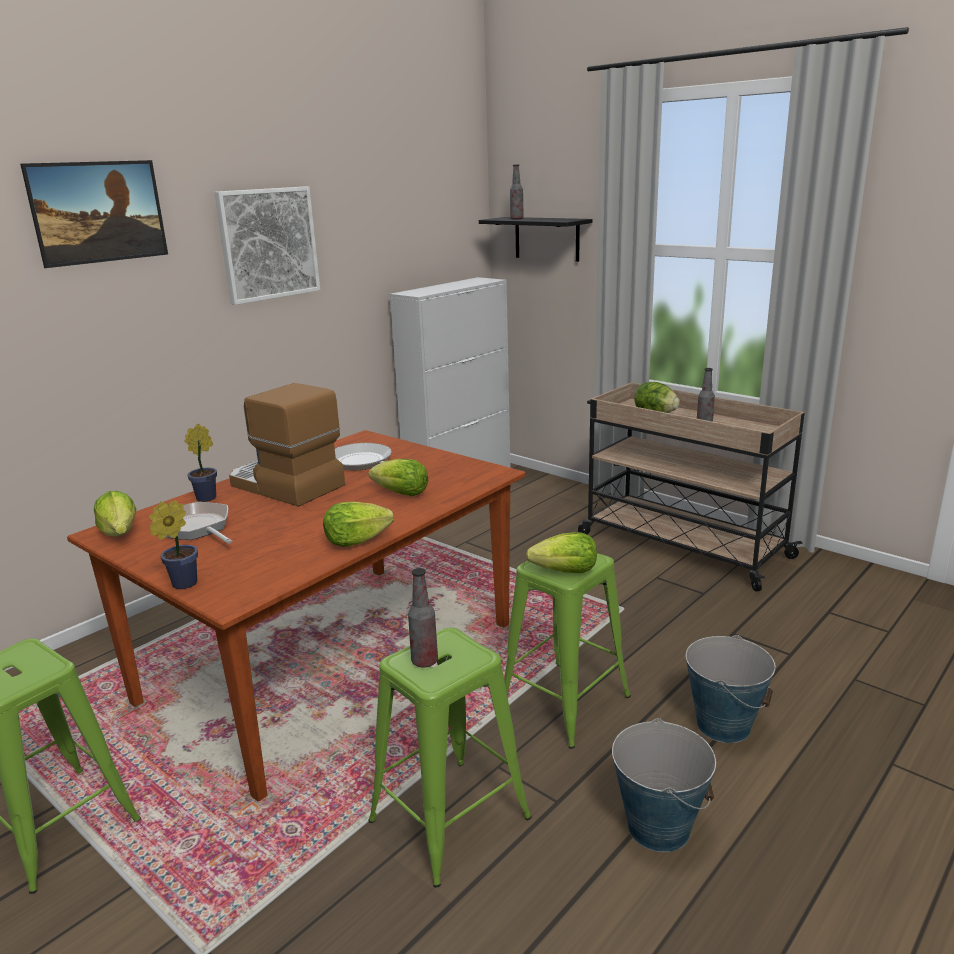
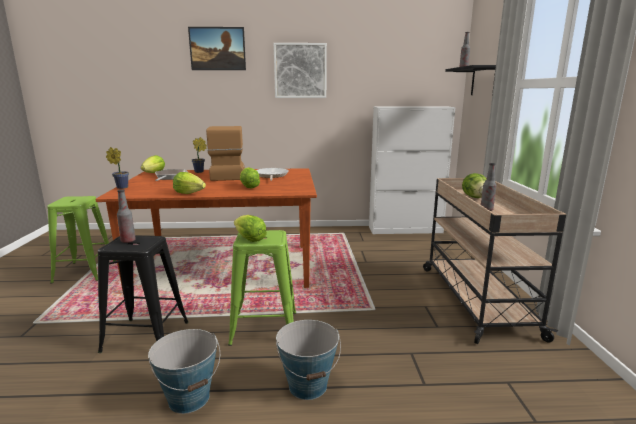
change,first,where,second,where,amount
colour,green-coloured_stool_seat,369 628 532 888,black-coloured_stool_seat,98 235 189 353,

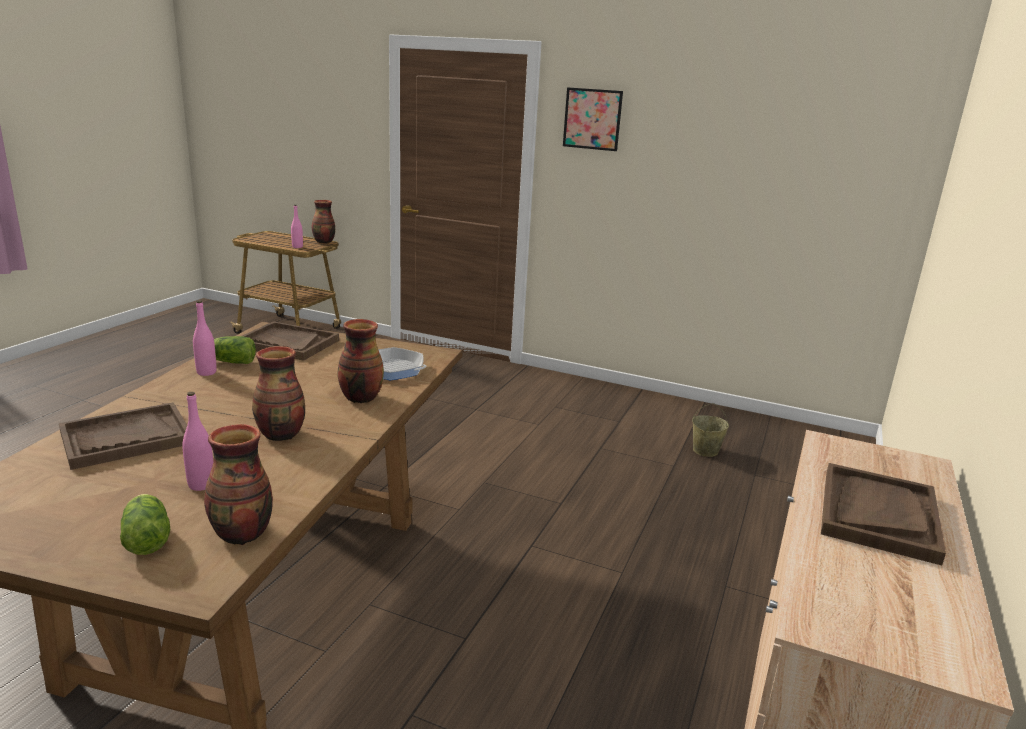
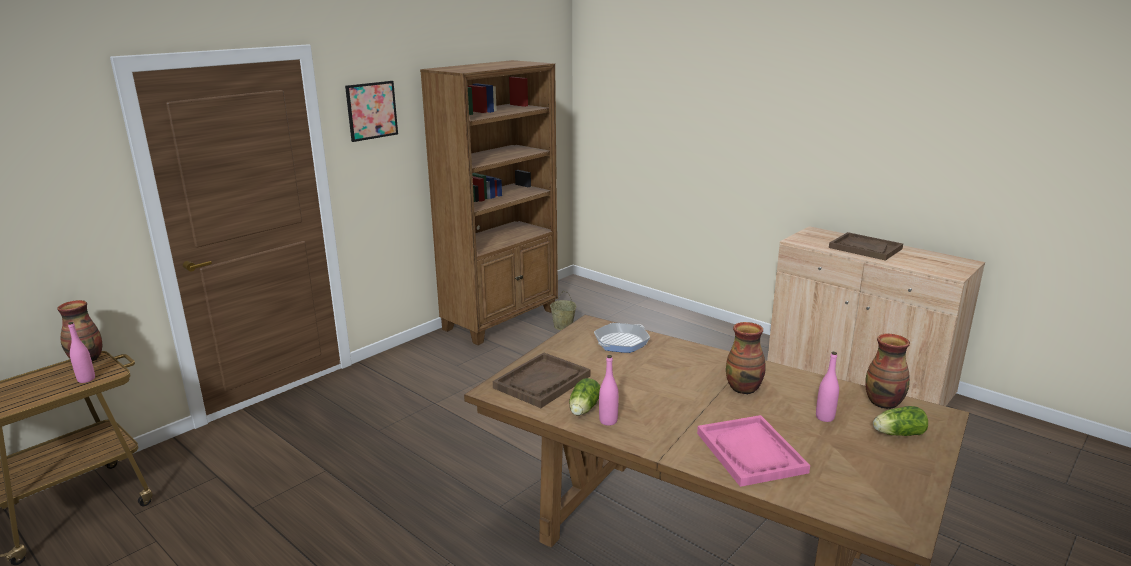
change,first,where,second,where,amount
missing,vase,338 319 384 403,,,
appeared,,,brown-coloured_shelving_unit,420 60 558 345,
colour,brown-coloured_tray,59 402 187 470,pink_tray,697 415 810 487,

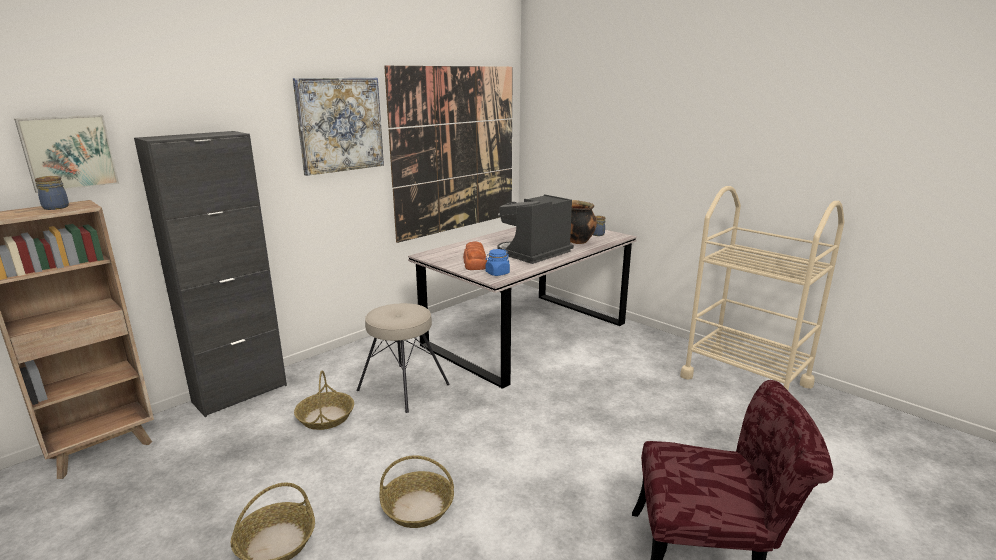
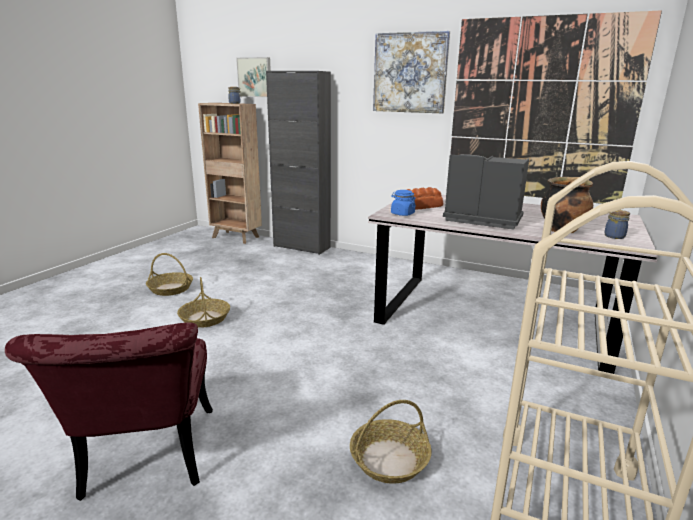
change,first,where,second,where,amount
missing,sand-coloured_stool_seat,356 303 450 413,,,
relocated,household_basket,294 370 354 430,,350 400 432 484,

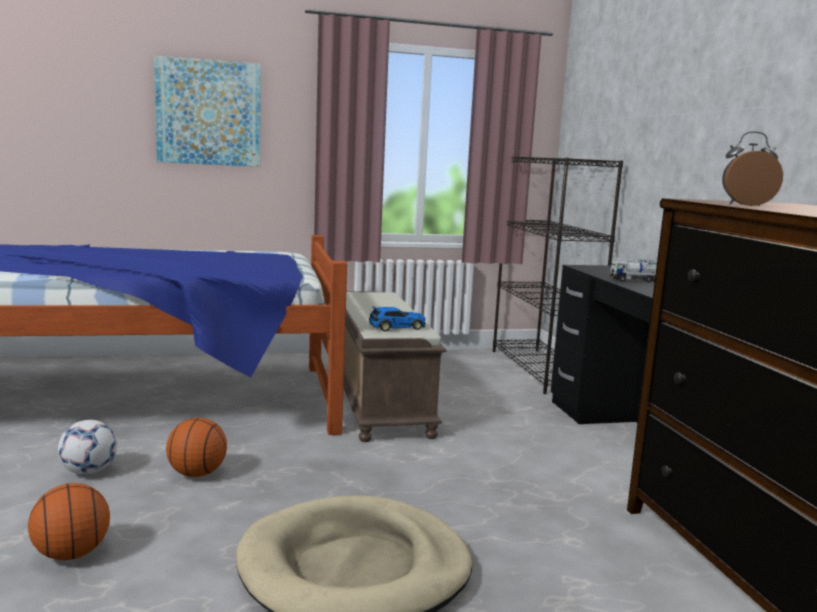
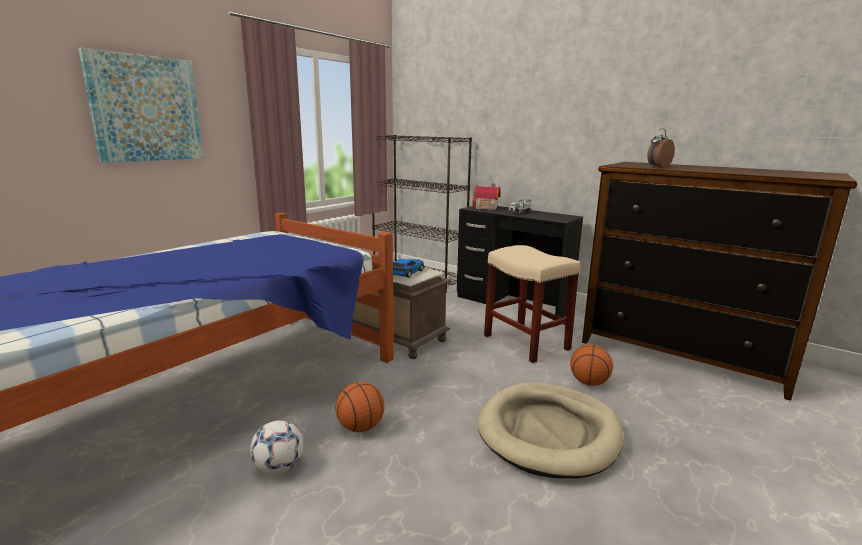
change,first,where,second,where,amount
appeared,,,toy_house,472 184 501 211,
appeared,,,sand-coloured_stool_seat,484 245 580 364,
relocated,ball_for_basketball,28 483 110 560,,570 344 613 386,

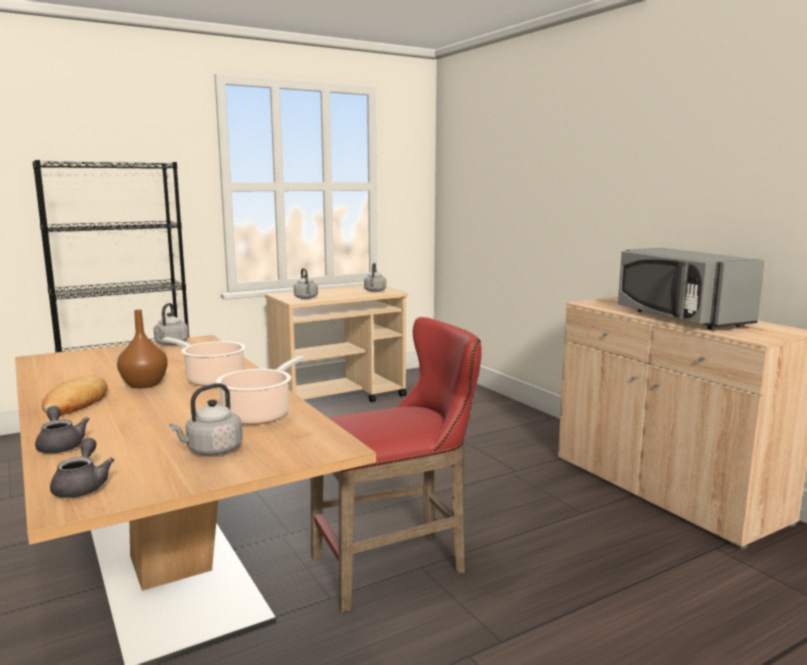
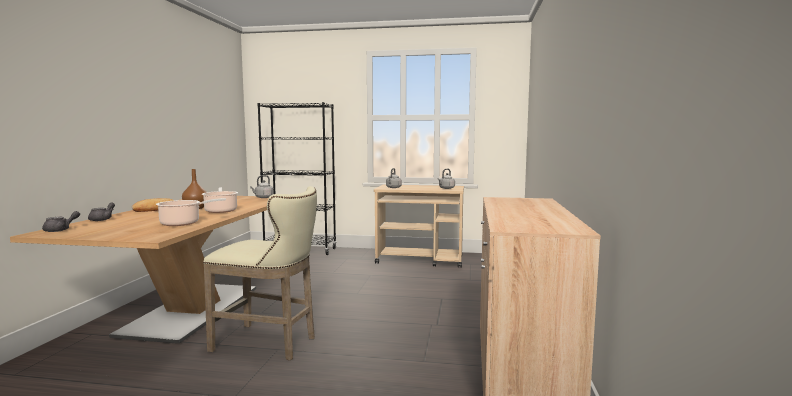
change,first,where,second,where,amount
missing,grey_tea_kettle,169 383 243 455,,,
missing,grey_microwave,618 248 765 330,,,
colour,red-coloured_stool_seat,311 317 482 612,sand-coloured_stool_seat,203 186 317 361,

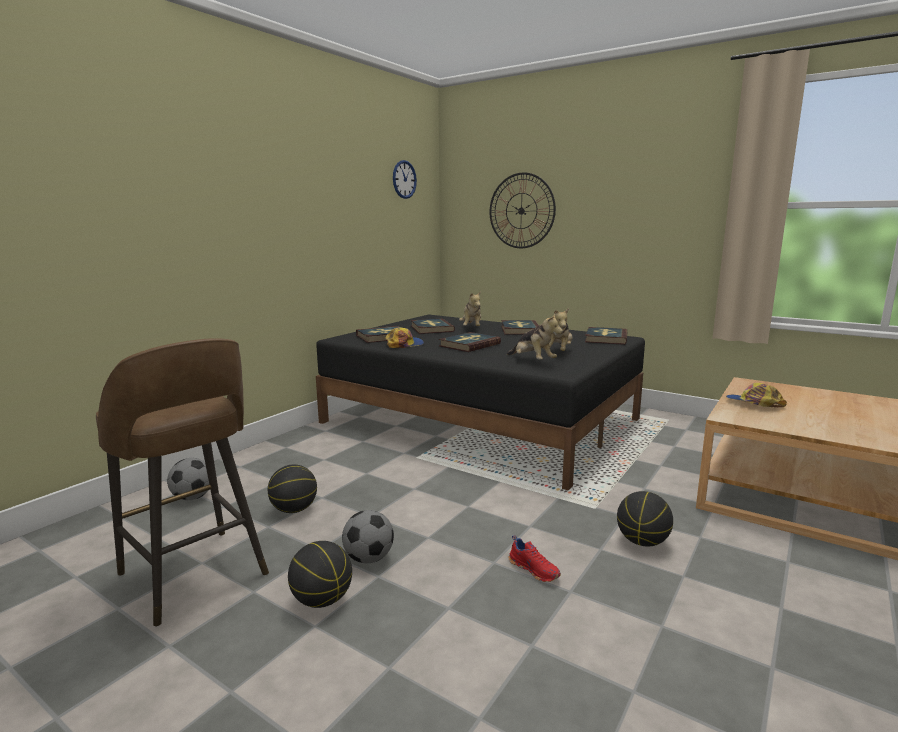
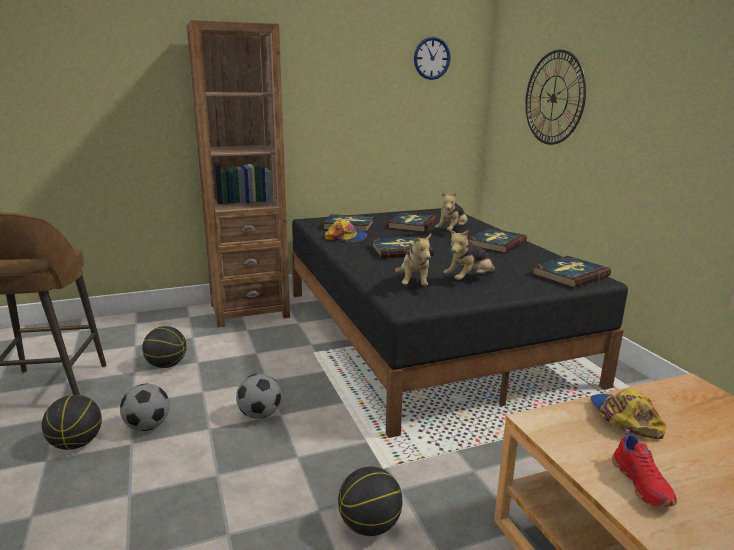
change,first,where,second,where,amount
appeared,,,brown-coloured_shelving_unit,186 20 290 327,
relocated,football_ball,167 458 209 500,,236 374 281 419,
relocated,red-coloured_item_of_footwear,509 535 561 582,,612 429 677 507,

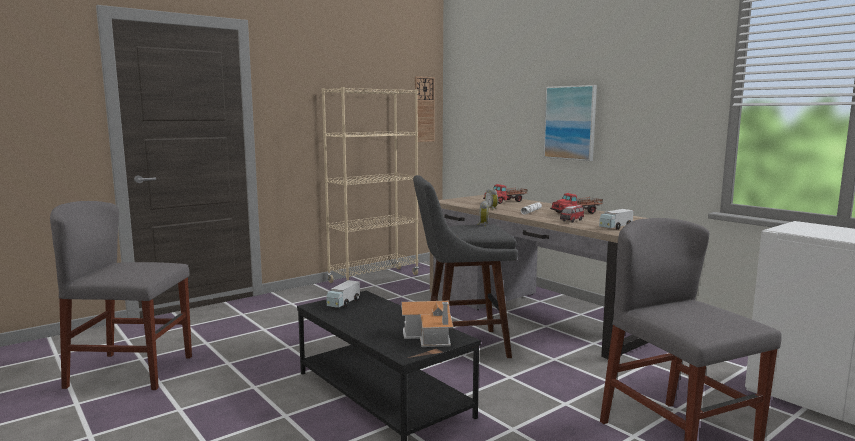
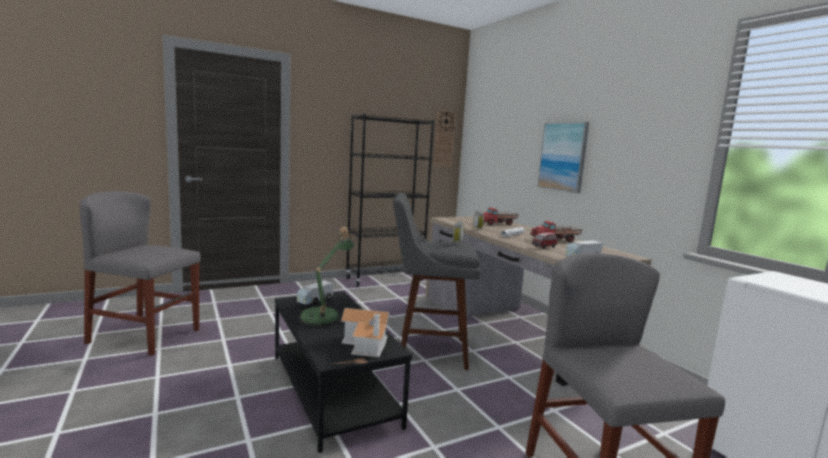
change,first,where,second,where,amount
appeared,,,table_lamp,299 227 354 326,
colour,sand-coloured_shelving_unit,322 87 419 283,black-coloured_shelving_unit,346 114 434 287,

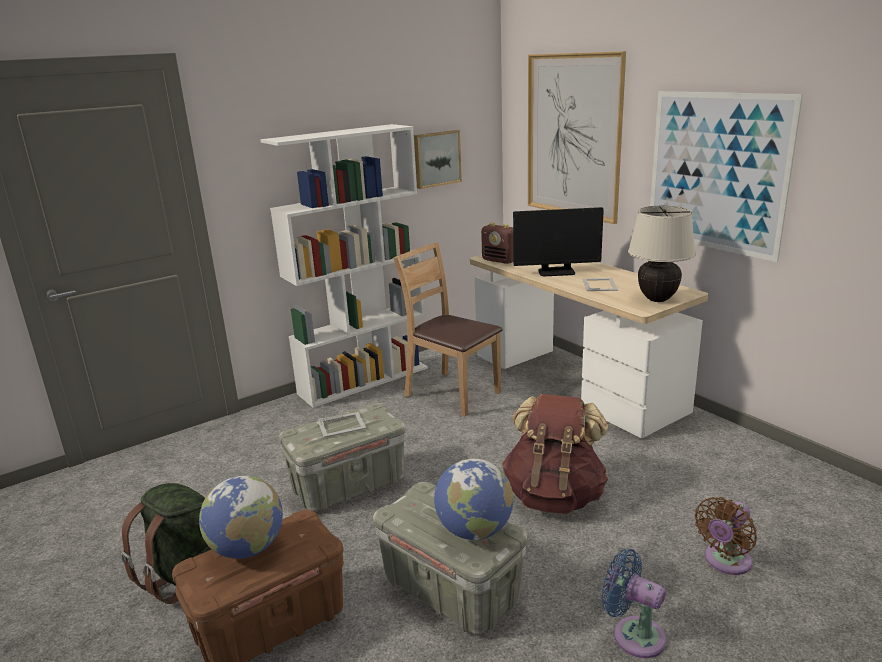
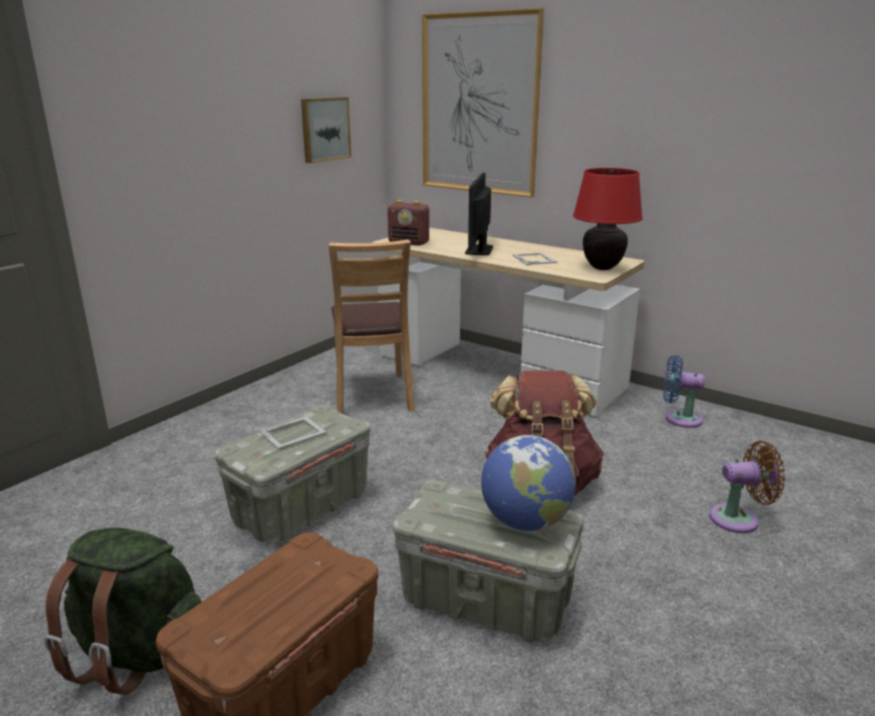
change,first,where,second,where,amount
missing,desk_globe,199 476 283 559,,,
missing,whitish_shelving_unit,260 124 428 408,,,
missing,wall_art,650 91 803 262,,,
relocated,bluish_cooling_fan,601 548 666 658,,663 355 705 428,
colour,sand-coloured_table_lamp,628 205 696 302,red-coloured_table_lamp,573 168 643 270,
spun,brown-coloured_upright_chair,393 242 503 416,,328 240 415 414,120 degrees counterclockwise
spun,monitor,513 207 604 276,,465 173 493 255,120 degrees clockwise
spun,brown-coloured_cooling_fan,695 497 757 575,,710 441 785 533,120 degrees counterclockwise

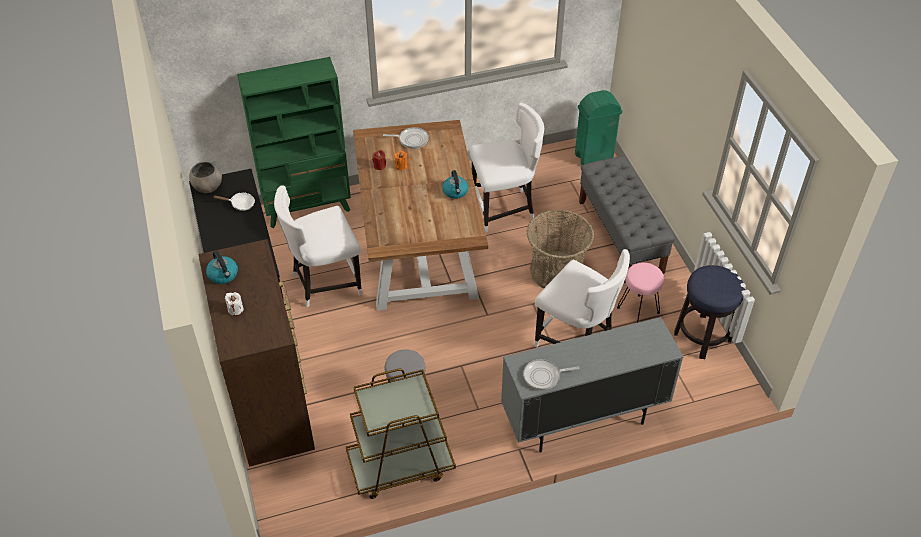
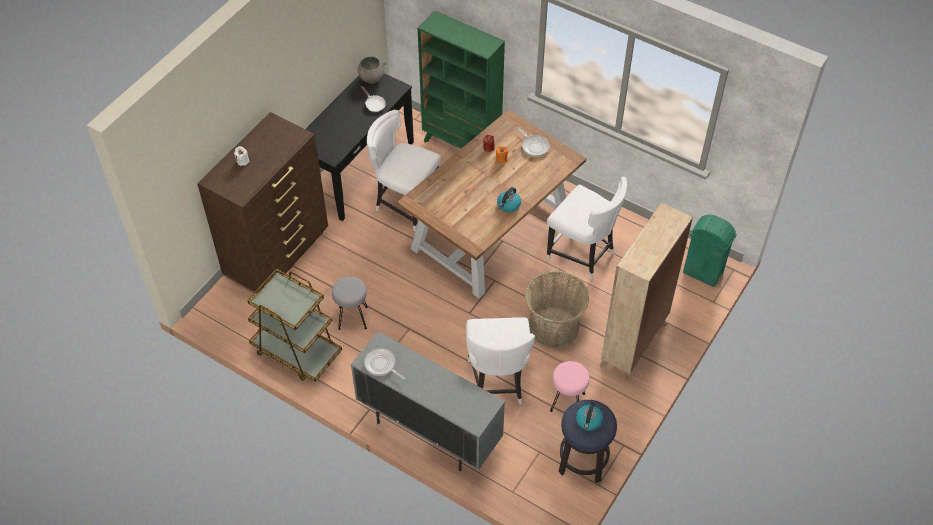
change,first,where,second,where,amount
relocated,tea_kettle,206 251 238 284,,576 402 603 431,
exchanged,grey_long_seat,579 156 675 283,sand-coloured_shelving_unit,600 202 693 381,

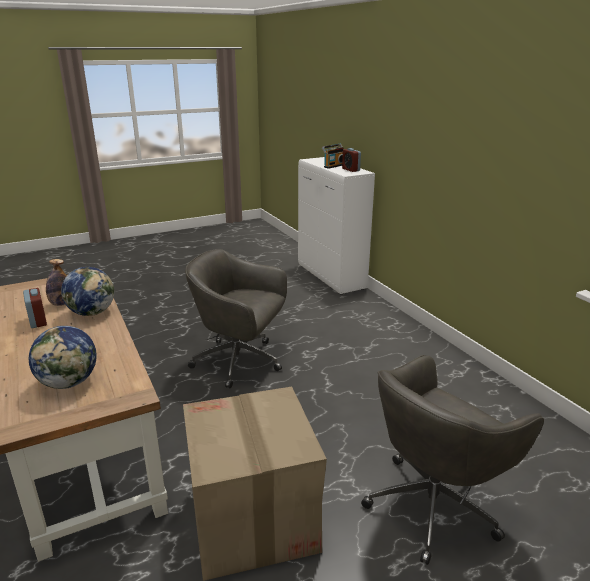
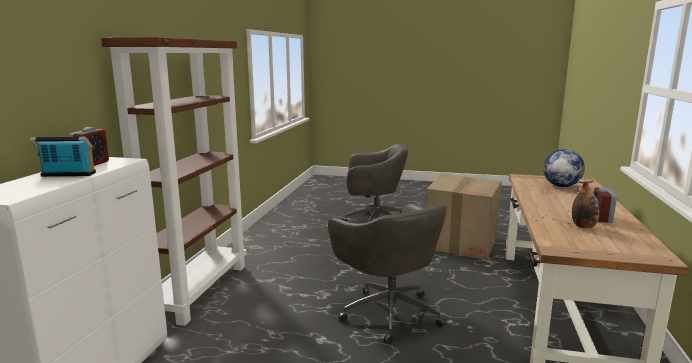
change,first,where,second,where,amount
missing,desk_globe,61 267 114 316,,,
appeared,,,brown-coloured_shelving_unit,101 37 247 326,

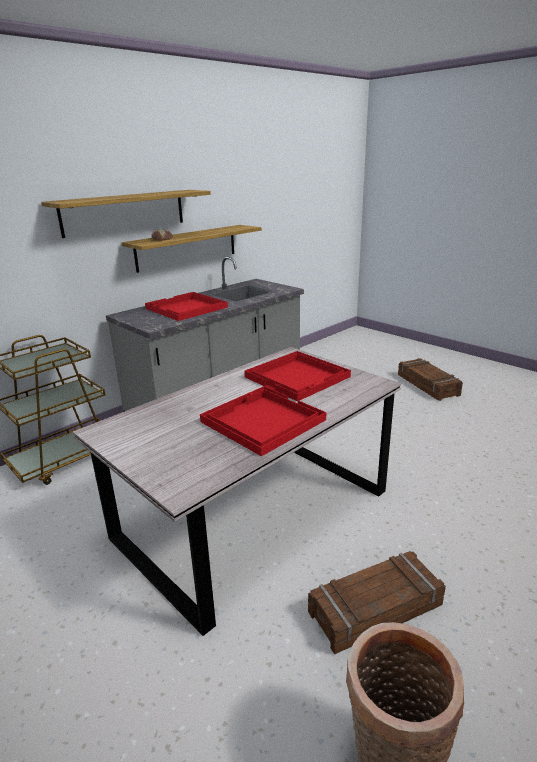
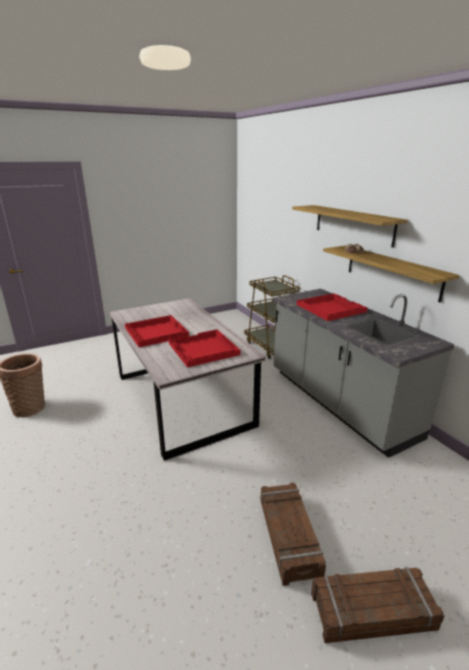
change,first,where,second,where,amount
relocated,shipping_crate,308 551 446 654,,261 483 326 586,

